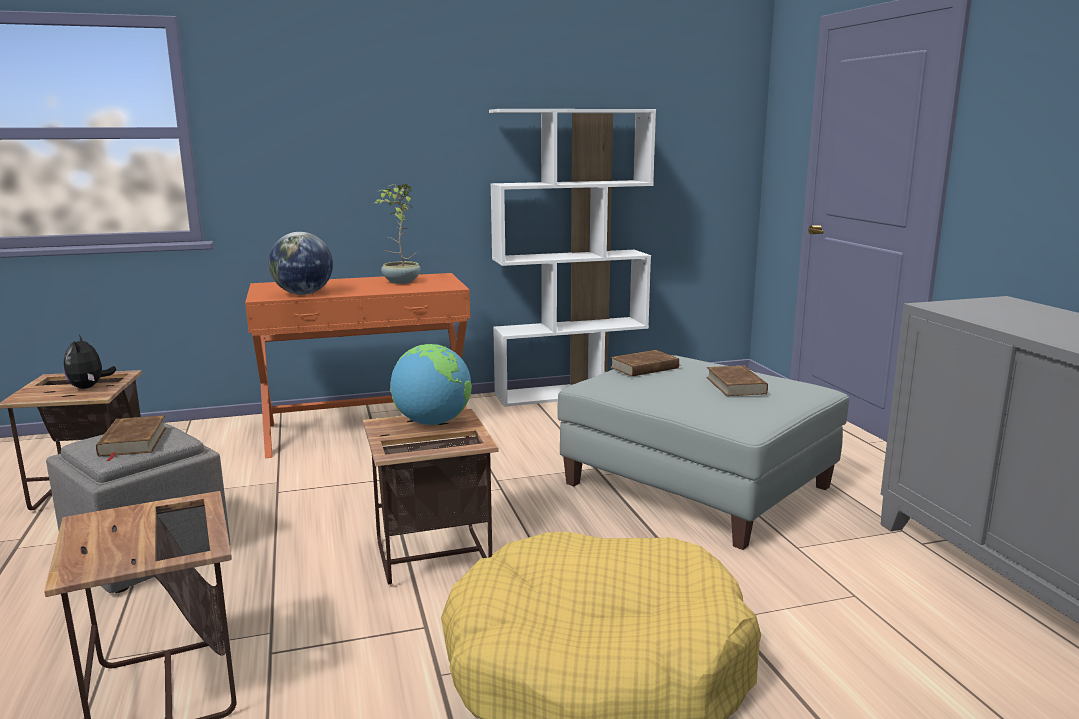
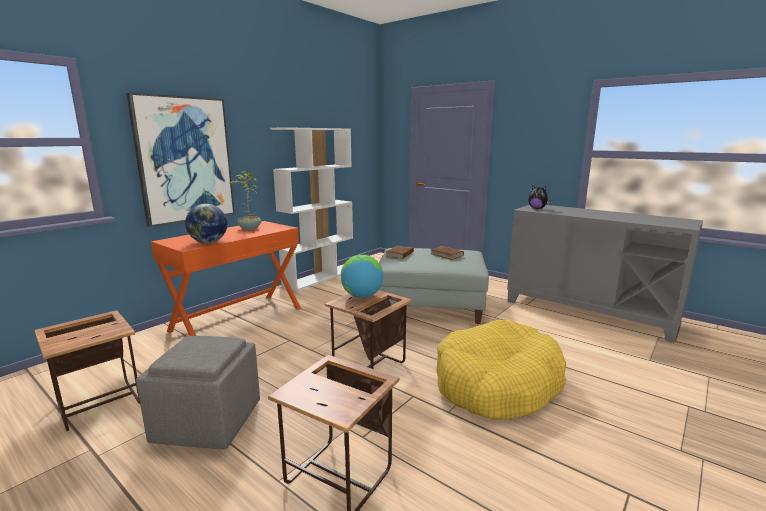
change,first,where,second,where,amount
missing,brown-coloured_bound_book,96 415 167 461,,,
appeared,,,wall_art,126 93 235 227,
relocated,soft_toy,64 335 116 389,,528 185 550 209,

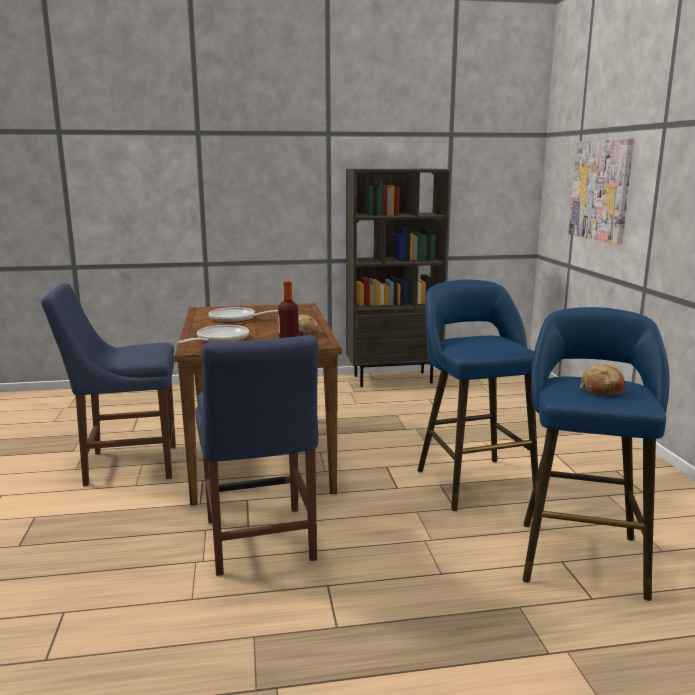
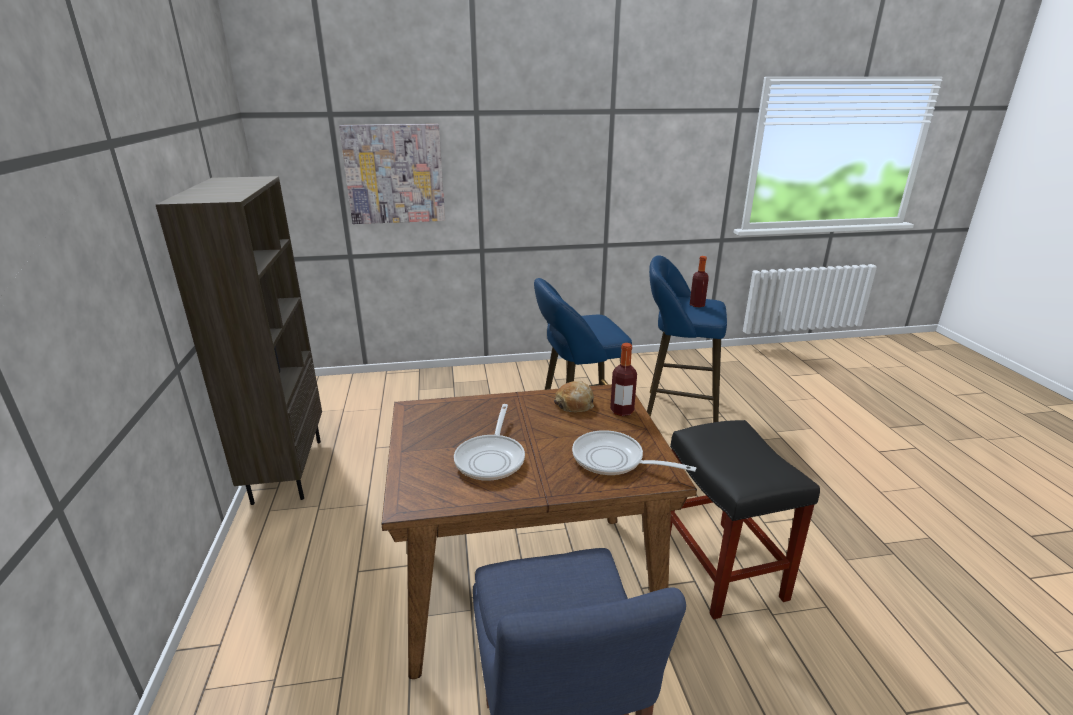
change,first,where,second,where,amount
exchanged,bluish_upright_chair,196 335 319 576,black-coloured_stool_seat,670 420 820 620,
exchanged,bakery_bread,580 364 626 396,drink_bottle,690 256 709 307,

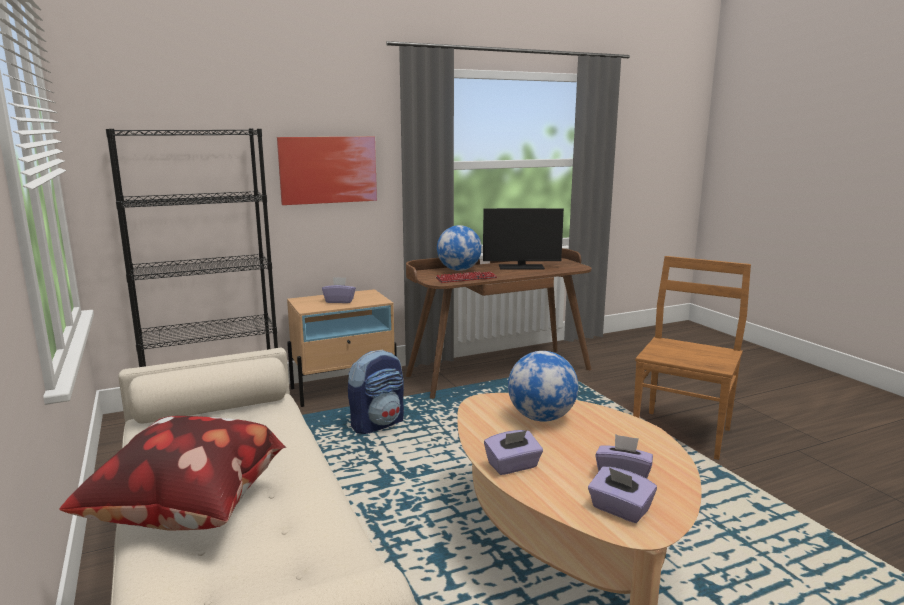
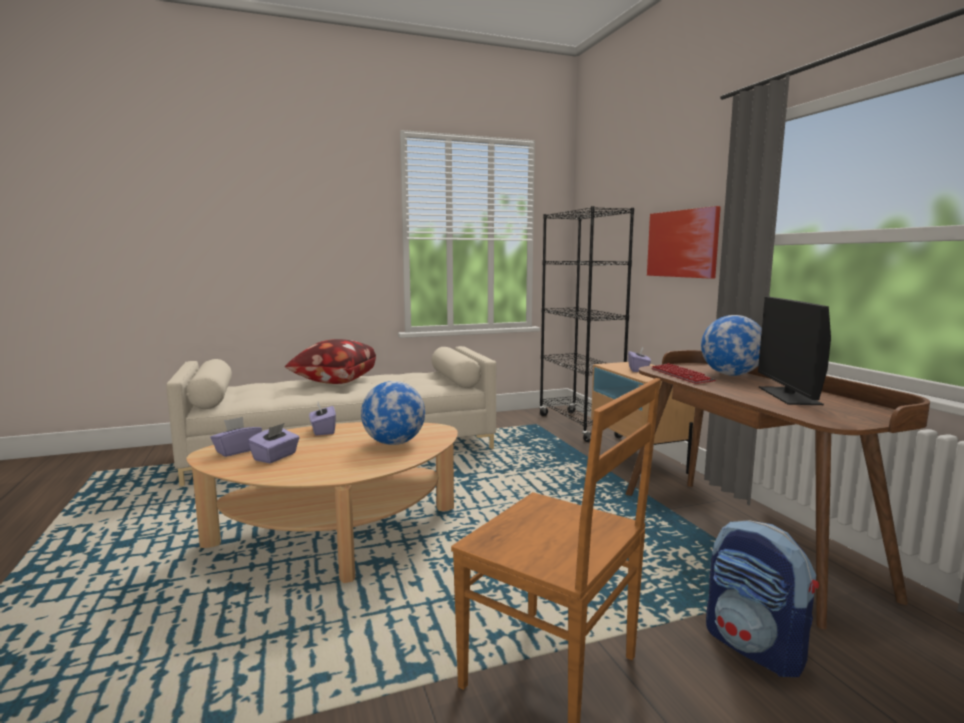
change,first,where,second,where,amount
relocated,rucksack,348 350 404 434,,706 520 819 677,

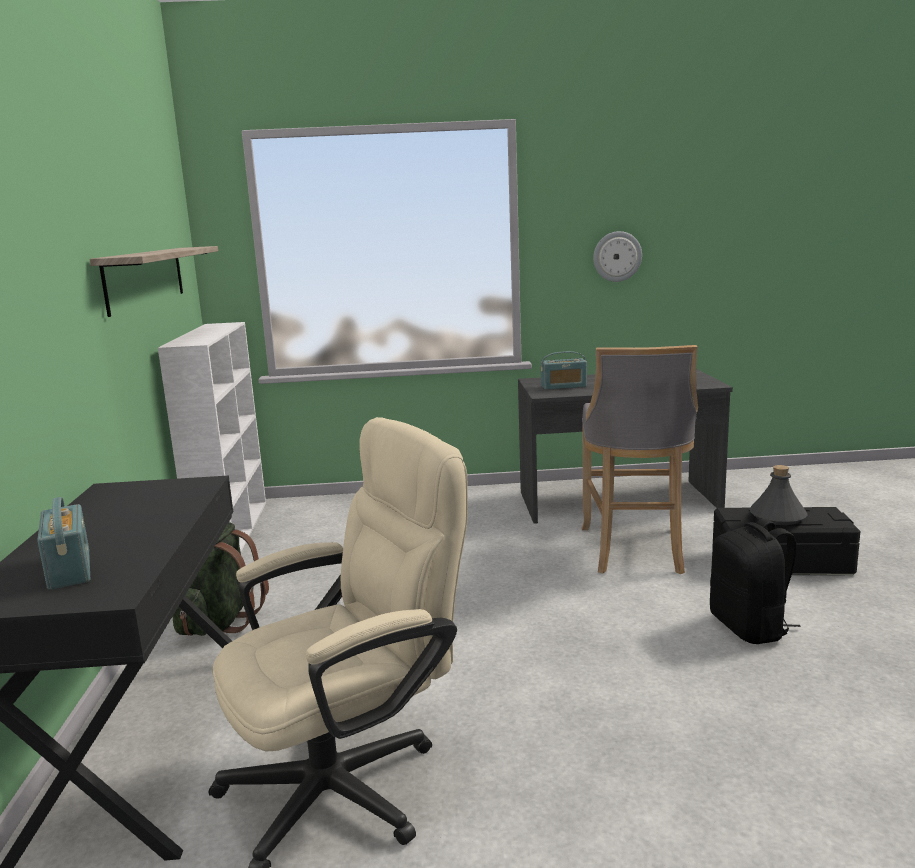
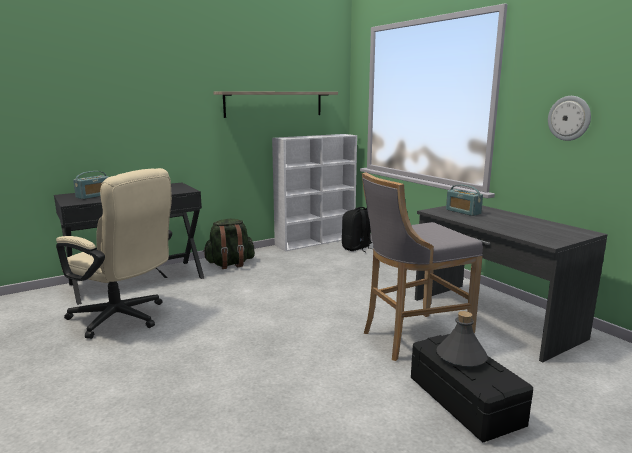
change,first,where,second,where,amount
relocated,black-coloured_rucksack,710 519 801 644,,342 207 372 253,

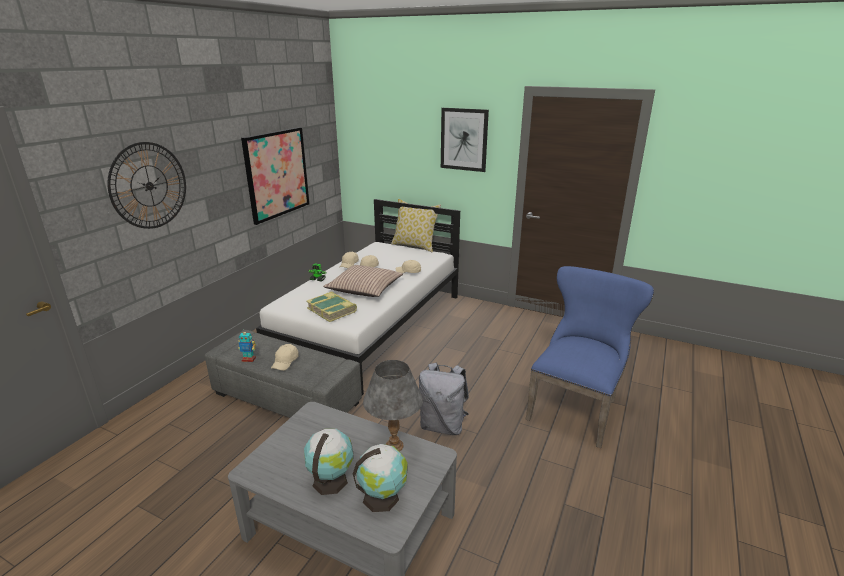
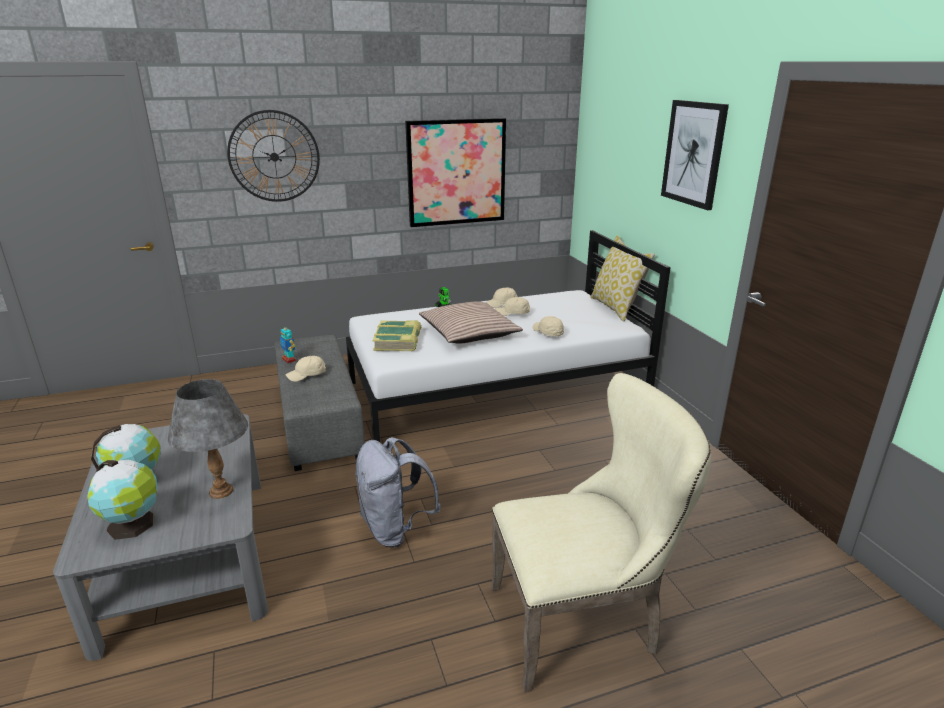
change,first,where,second,where,amount
colour,bluish_upright_chair,526 266 654 448,sand-coloured_upright_chair,491 373 711 692,

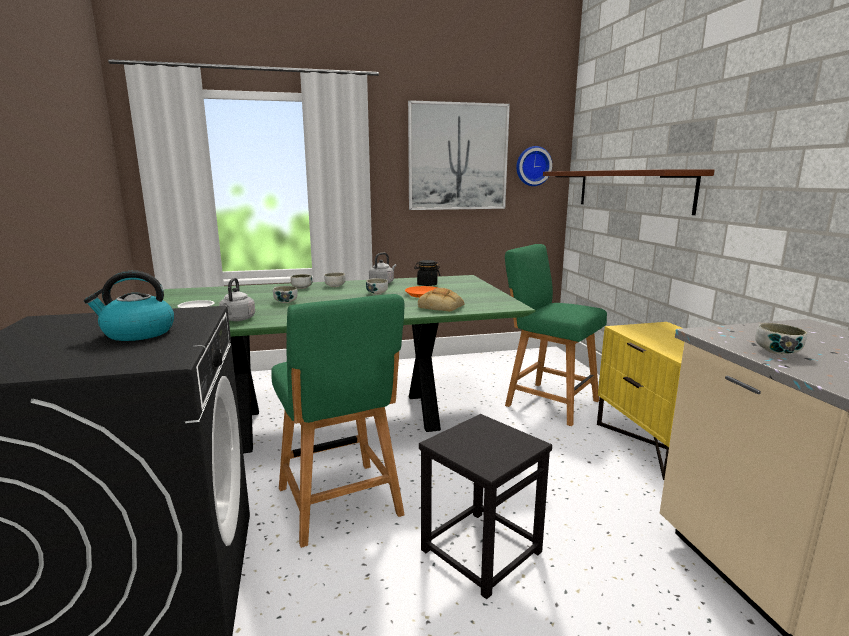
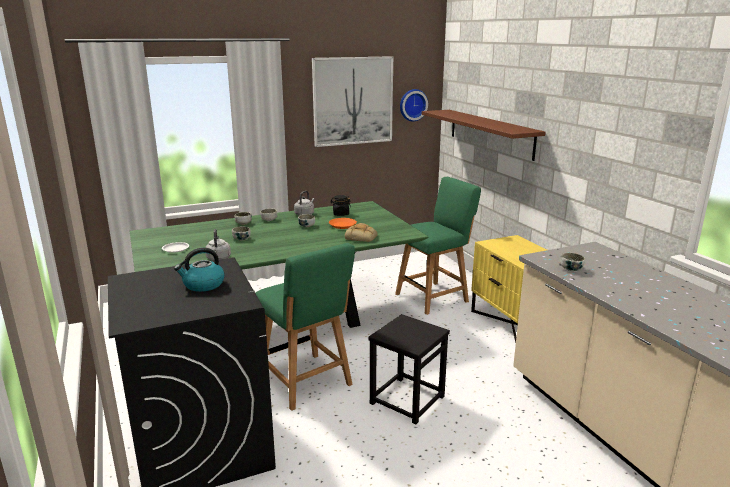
change,first,where,second,where,amount
spun,green-coloured_upright_chair,505 244 607 426,,395 177 481 315,120 degrees clockwise

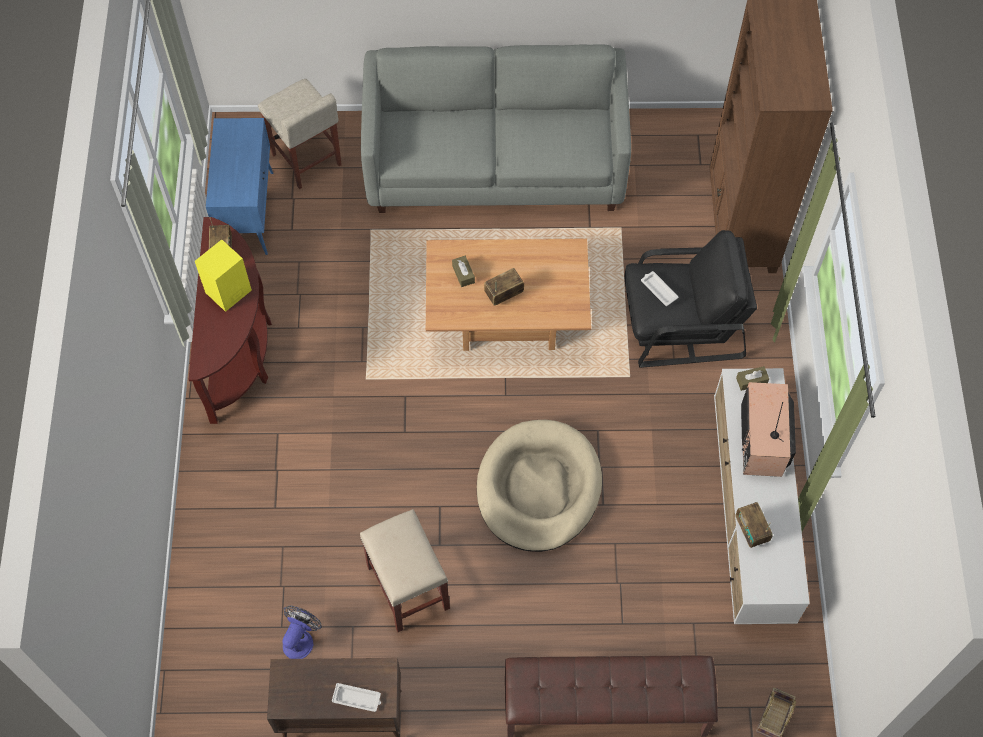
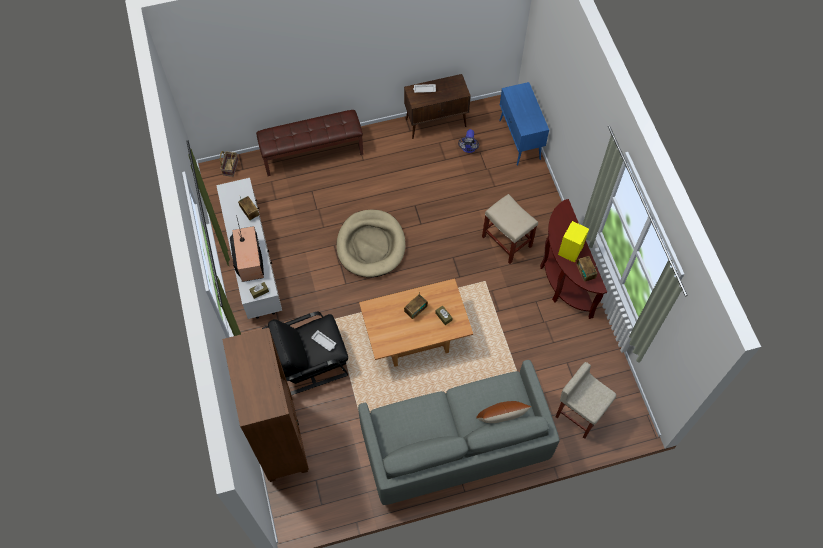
change,first,where,second,where,amount
appeared,,,brown-coloured_throw_pillow,476 401 532 423,
relocated,bluish_cupboard,206 118 273 255,,499 82 549 166,
relocated,sand-coloured_stool_seat,360 509 450 632,,482 194 538 264,

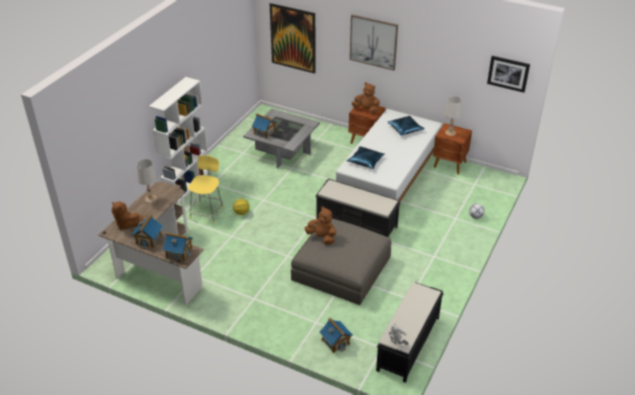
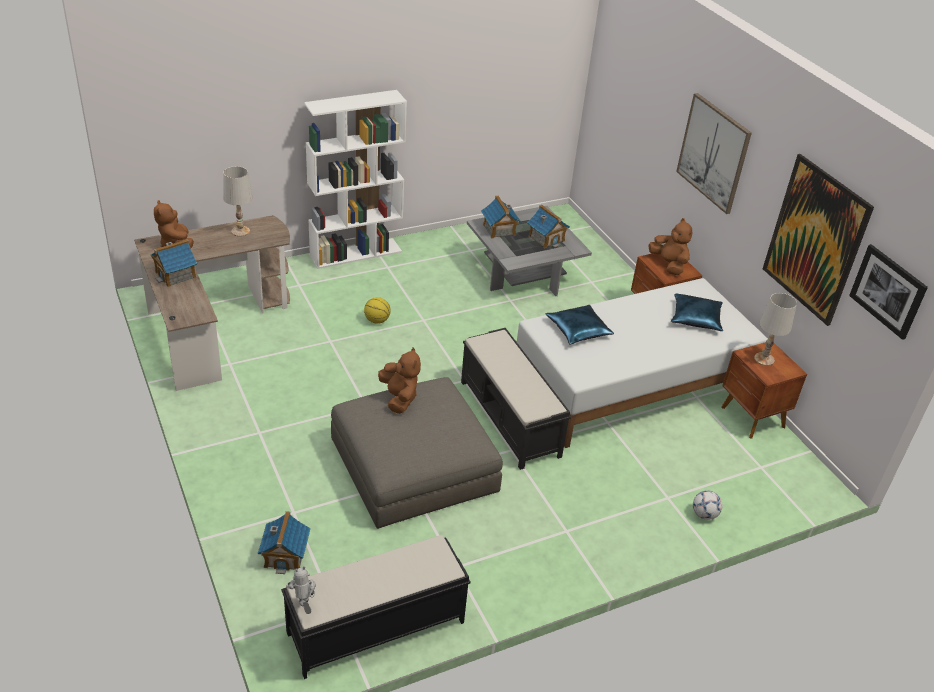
change,first,where,second,where,amount
missing,yellow-coloured_stool_seat,188 155 223 224,,,
relocated,toy_house,162 232 193 262,,527 205 570 249,
relocated,wall_art,270 3 315 74,,763 154 874 326,

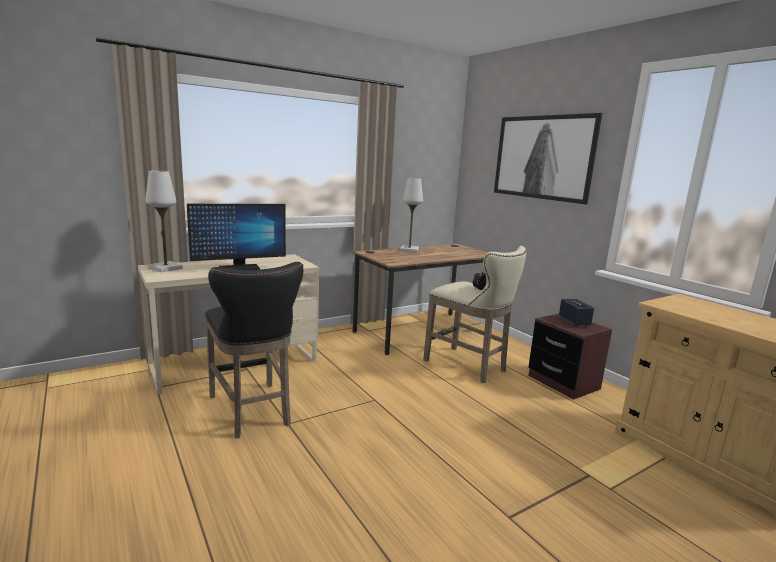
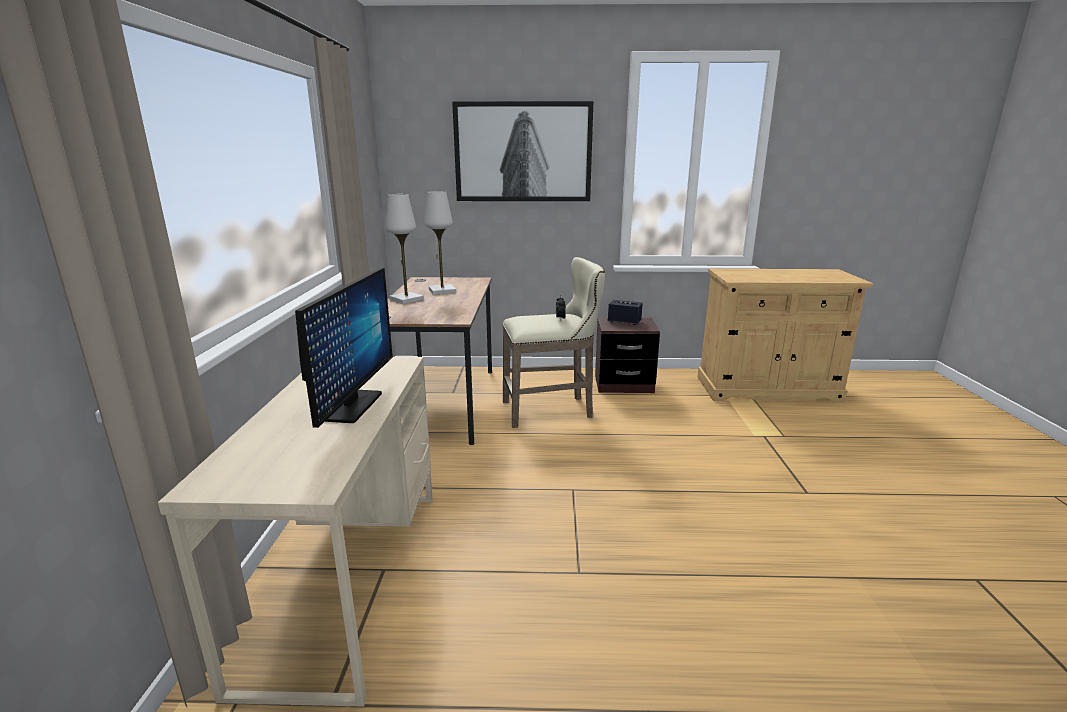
change,first,where,second,where,amount
missing,black-coloured_stool_seat,205 262 303 438,,,
relocated,whitish_table_lamp,145 171 183 272,,424 191 456 295,

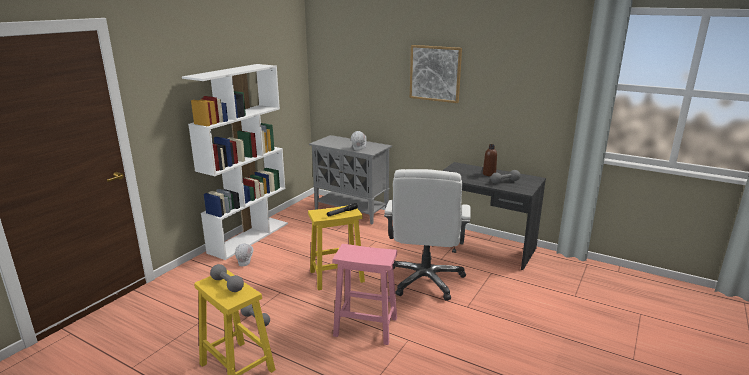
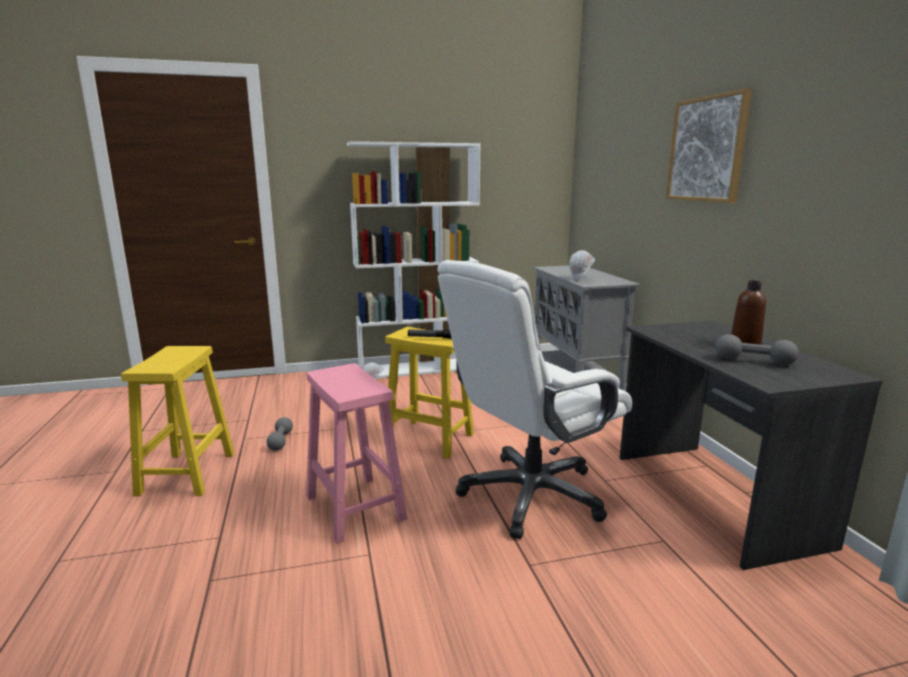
change,first,where,second,where,amount
missing,grey_free_weight,210 264 244 292,,,

